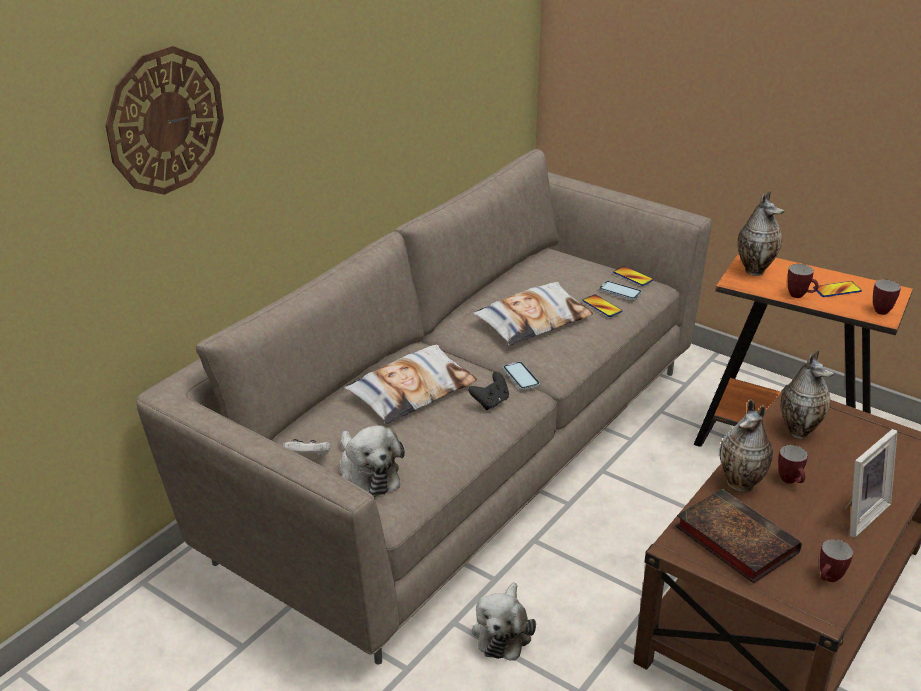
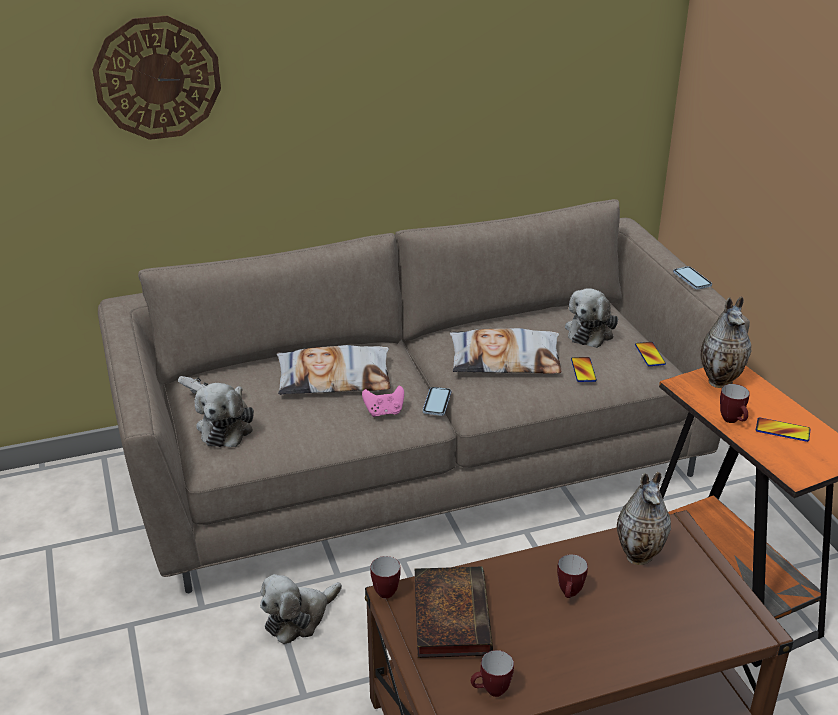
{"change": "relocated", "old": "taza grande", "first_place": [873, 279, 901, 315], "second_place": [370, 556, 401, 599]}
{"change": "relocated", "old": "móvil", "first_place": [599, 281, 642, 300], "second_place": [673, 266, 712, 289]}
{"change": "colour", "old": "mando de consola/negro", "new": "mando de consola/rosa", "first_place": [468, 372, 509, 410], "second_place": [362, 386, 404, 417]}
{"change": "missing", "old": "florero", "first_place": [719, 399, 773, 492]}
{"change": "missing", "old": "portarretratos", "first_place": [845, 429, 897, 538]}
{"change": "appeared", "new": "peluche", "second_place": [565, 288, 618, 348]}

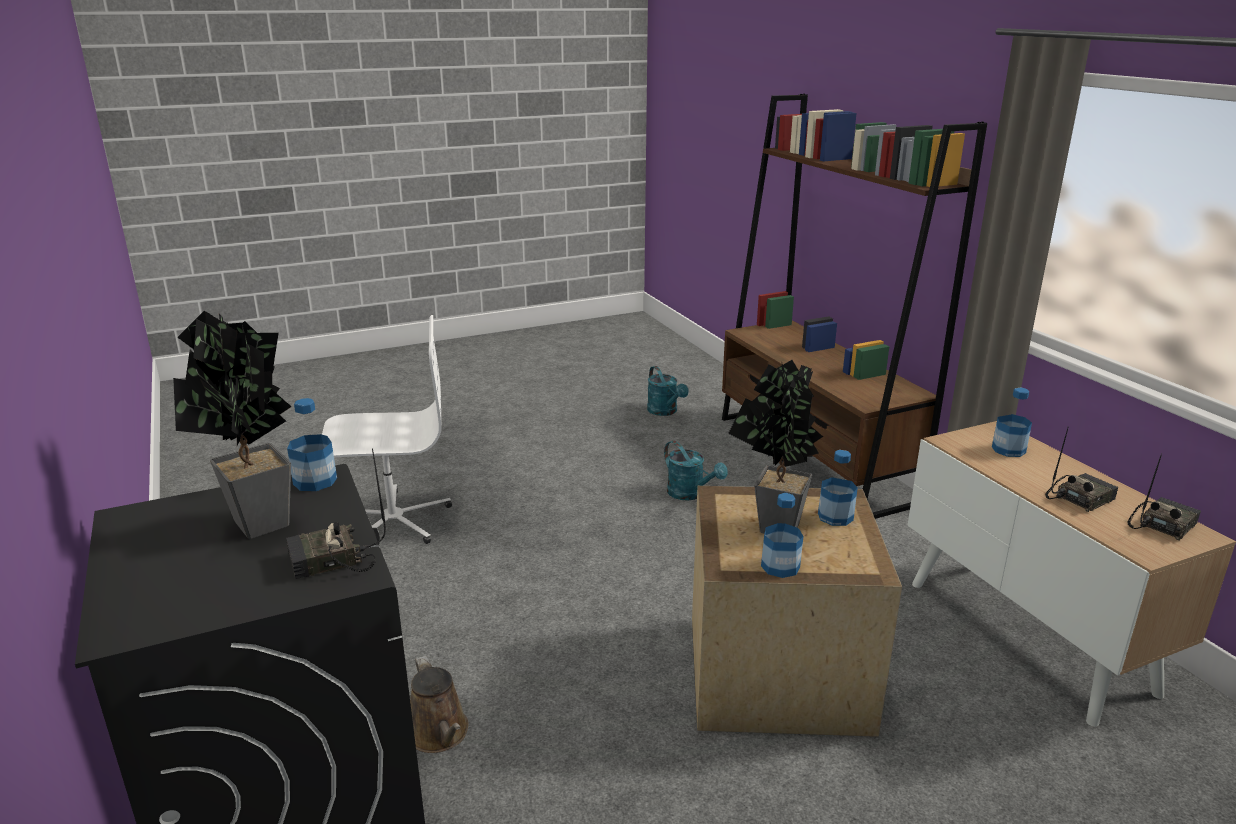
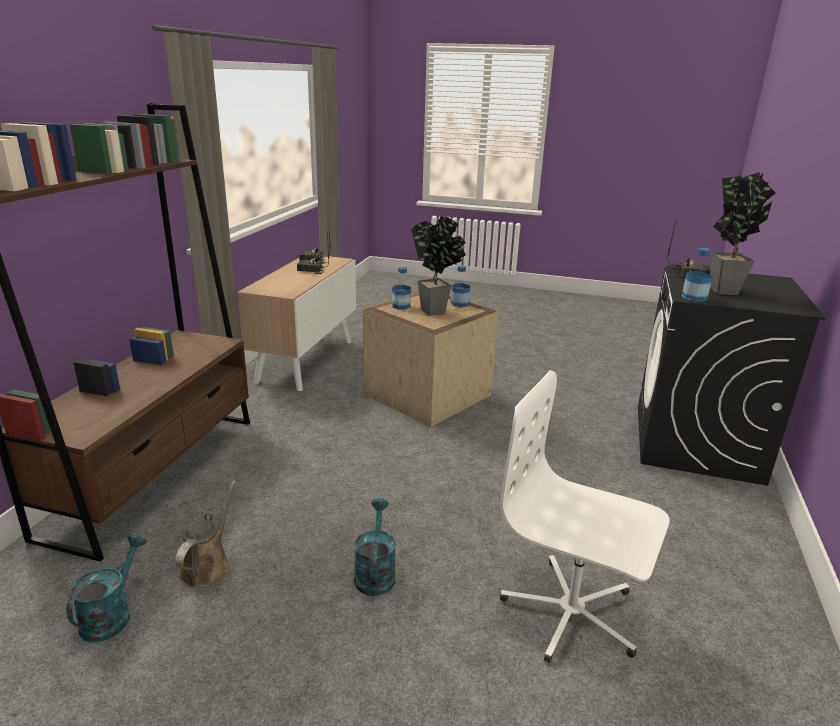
{"change": "missing", "old": "botella", "first_place": [992, 388, 1032, 457]}
{"change": "relocated", "old": "regadera/turquesa", "first_place": [664, 441, 728, 501], "second_place": [354, 498, 396, 596]}
{"change": "relocated", "old": "regadera/marrón", "first_place": [410, 655, 469, 753], "second_place": [175, 480, 236, 588]}

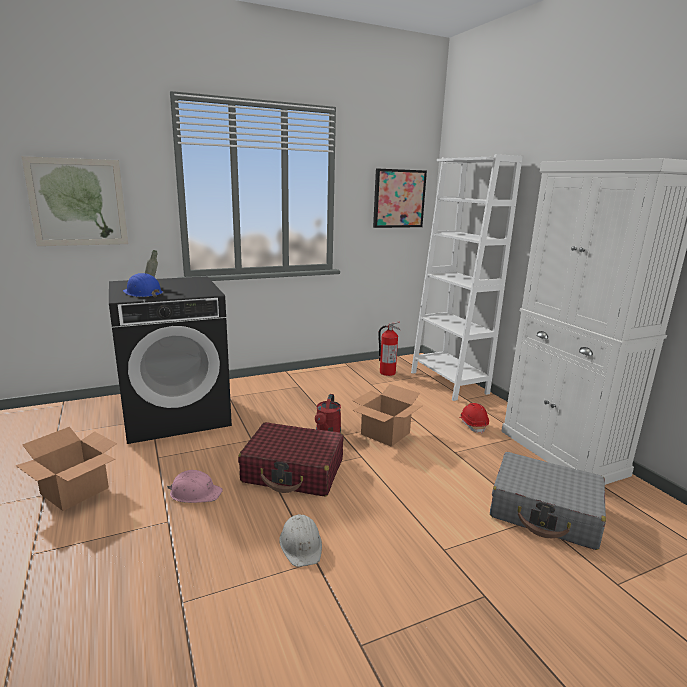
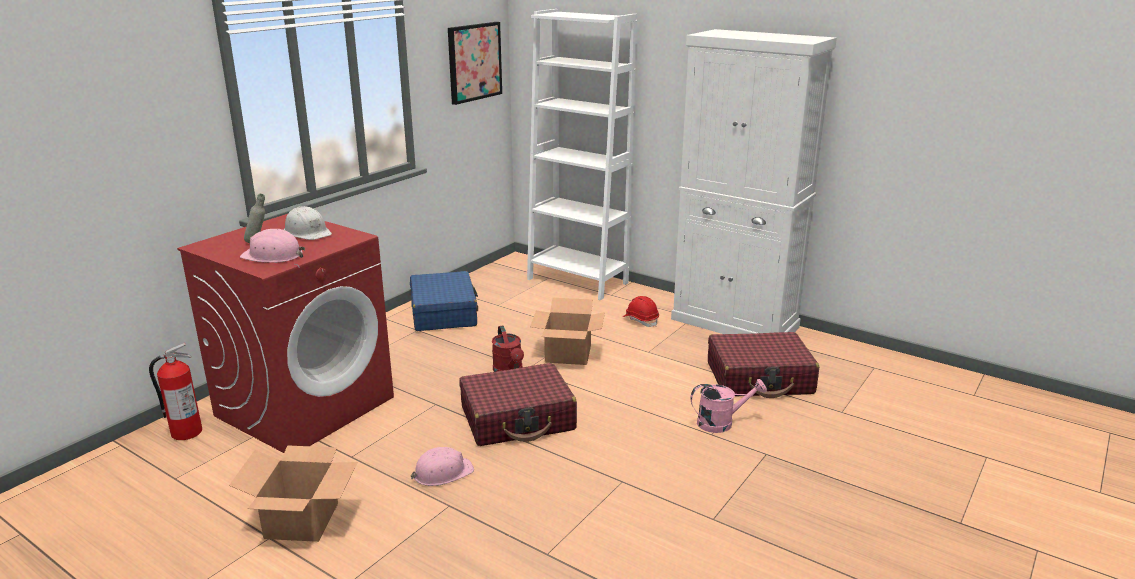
{"change": "missing", "old": "cuadro", "first_place": [22, 156, 128, 246]}
{"change": "colour", "old": "casco/azul", "new": "casco/rosa", "first_place": [123, 273, 163, 297], "second_place": [240, 229, 305, 263]}
{"change": "colour", "old": "lavadora/negro", "new": "lavadora/rojo", "first_place": [109, 276, 232, 444], "second_place": [177, 214, 394, 453]}
{"change": "relocated", "old": "extintor", "first_place": [378, 321, 401, 376], "second_place": [149, 343, 202, 440]}
{"change": "colour", "old": "maleta/gris", "new": "maleta/rojo", "first_place": [490, 452, 606, 550], "second_place": [708, 332, 819, 398]}
{"change": "relocated", "old": "casco/blanco", "first_place": [279, 514, 322, 567], "second_place": [284, 206, 332, 240]}
{"change": "appeared", "new": "maleta/azul", "second_place": [410, 271, 478, 331]}
{"change": "appeared", "new": "regadera/rosa", "second_place": [690, 379, 767, 433]}

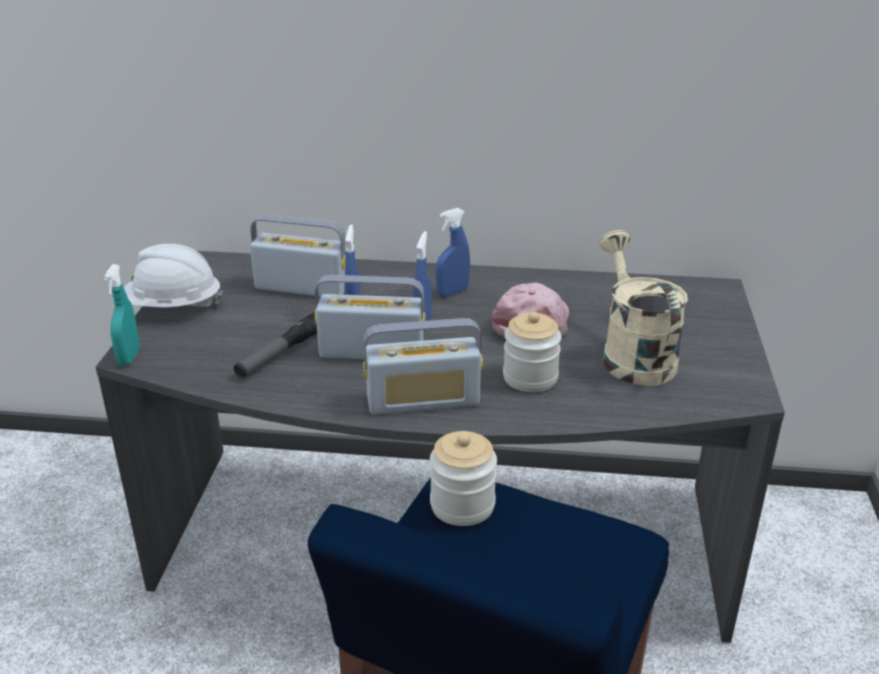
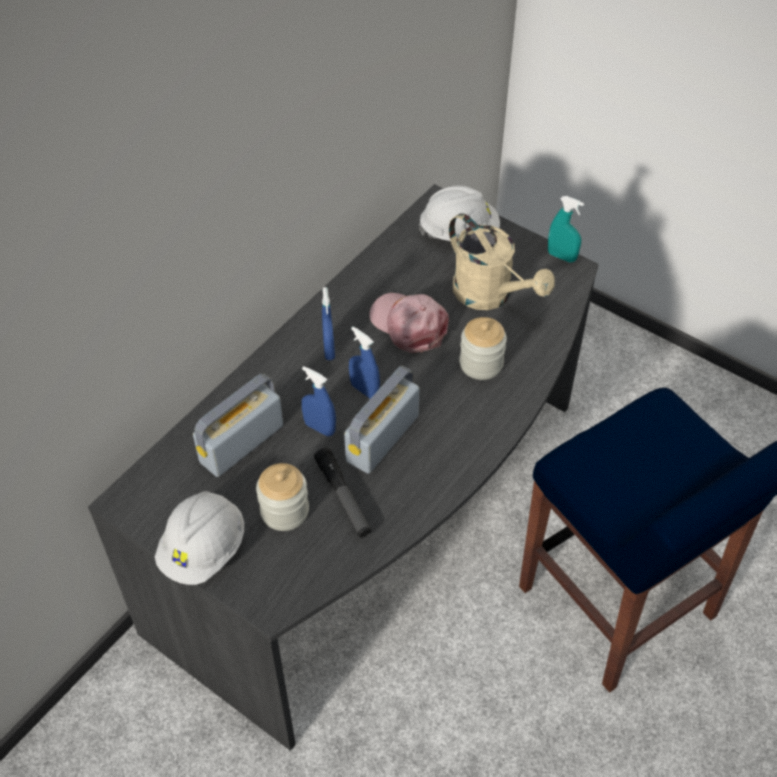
{"change": "spun", "old": "regadera/beis", "first_place": [599, 230, 688, 386], "second_place": [449, 213, 555, 310], "degrees": -150}
{"change": "relocated", "old": "pulverizador/turquesa", "first_place": [104, 264, 140, 366], "second_place": [548, 196, 584, 263]}
{"change": "missing", "old": "radio", "first_place": [363, 318, 483, 414]}
{"change": "relocated", "old": "tarro", "first_place": [430, 431, 497, 526], "second_place": [256, 463, 309, 531]}
{"change": "appeared", "new": "casco/blanco", "second_place": [419, 185, 500, 241]}

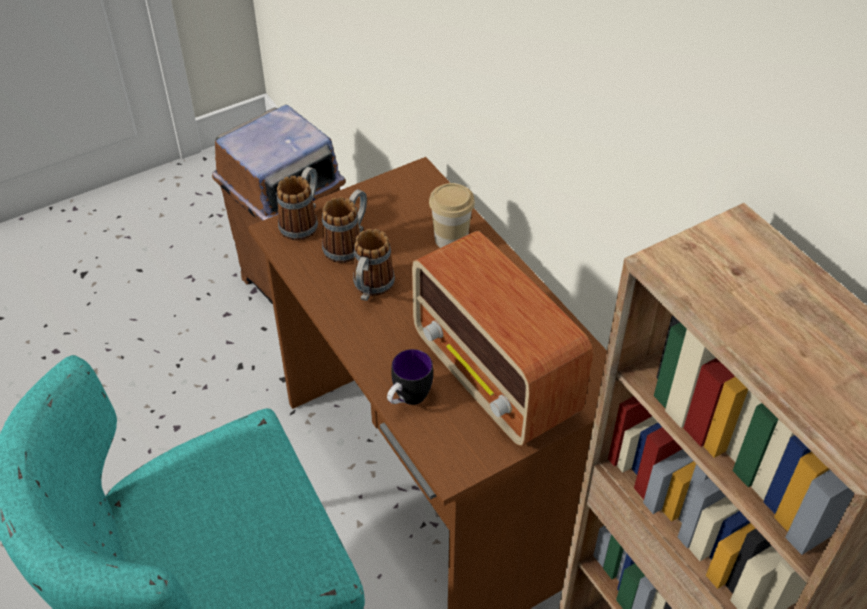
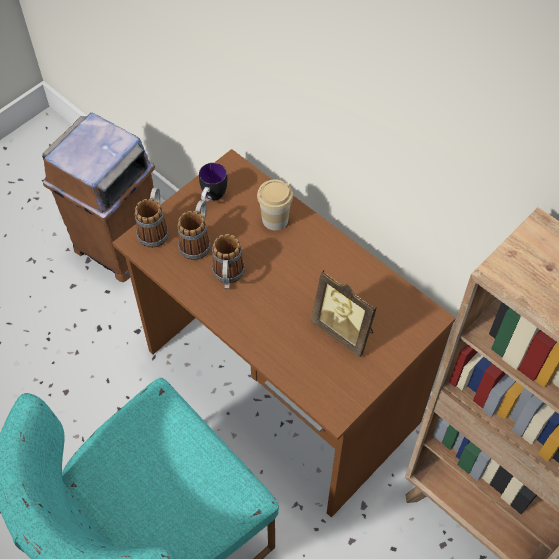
{"change": "exchanged", "old": "radio", "new": "portarretratos", "first_place": [412, 231, 593, 446], "second_place": [311, 270, 377, 357]}
{"change": "relocated", "old": "taza grande", "first_place": [387, 349, 433, 405], "second_place": [199, 163, 228, 202]}

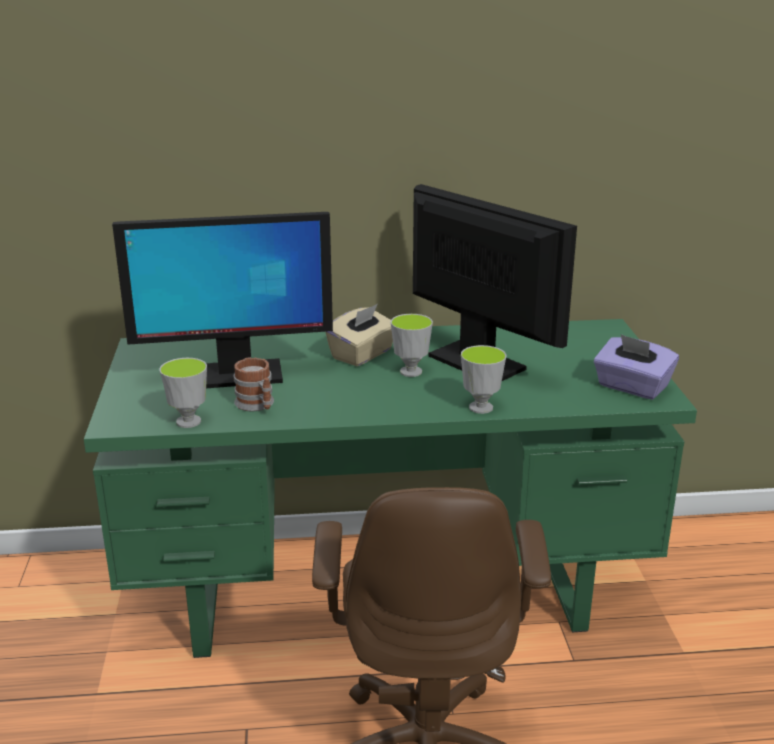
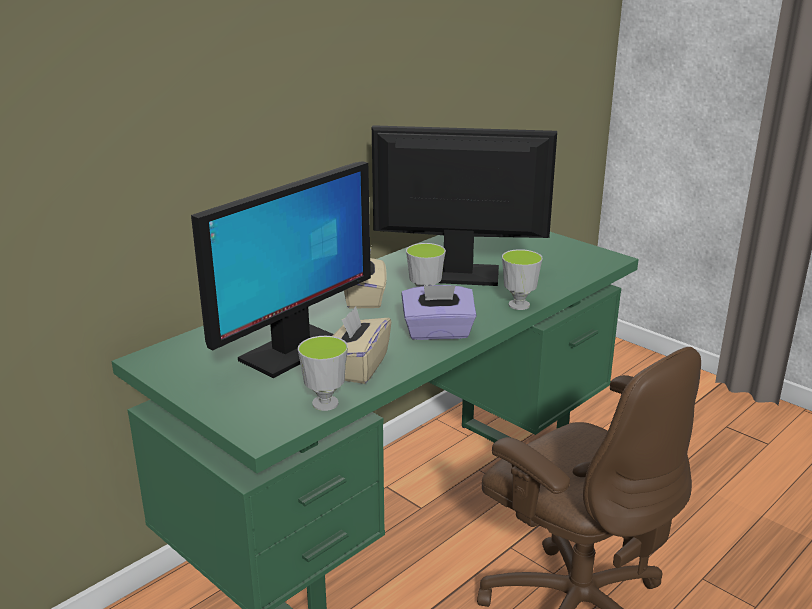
{"change": "relocated", "old": "caja de pañuelos/morado", "first_place": [594, 334, 679, 400], "second_place": [401, 285, 477, 340]}
{"change": "exchanged", "old": "taza grande", "new": "caja de pañuelos/beis", "first_place": [234, 357, 274, 411], "second_place": [333, 306, 391, 384]}

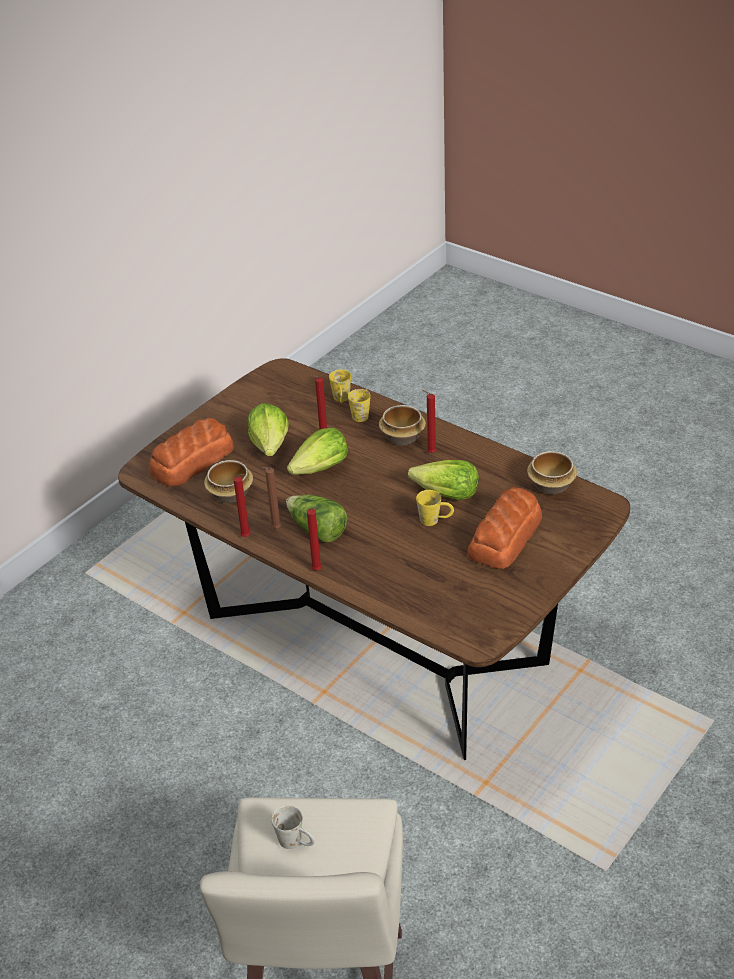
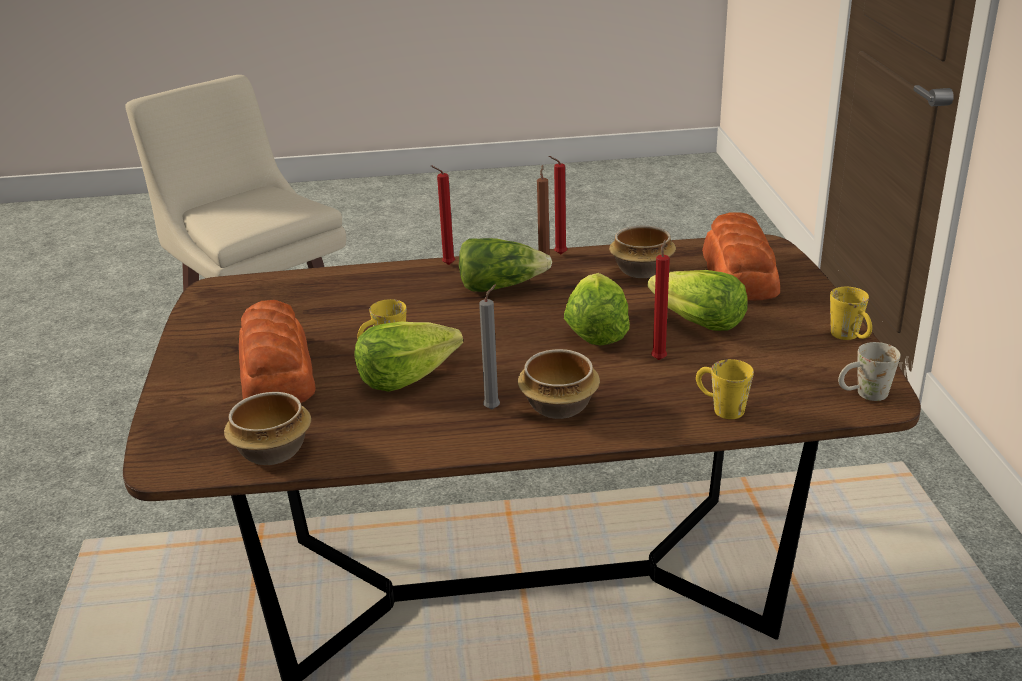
{"change": "relocated", "old": "taza grande/amarillo", "first_place": [348, 389, 371, 422], "second_place": [830, 287, 872, 340]}
{"change": "colour", "old": "vela/rojo", "new": "vela/gris", "first_place": [422, 390, 437, 453], "second_place": [479, 284, 500, 409]}
{"change": "relocated", "old": "taza grande/blanco", "first_place": [272, 805, 315, 849], "second_place": [838, 342, 900, 401]}

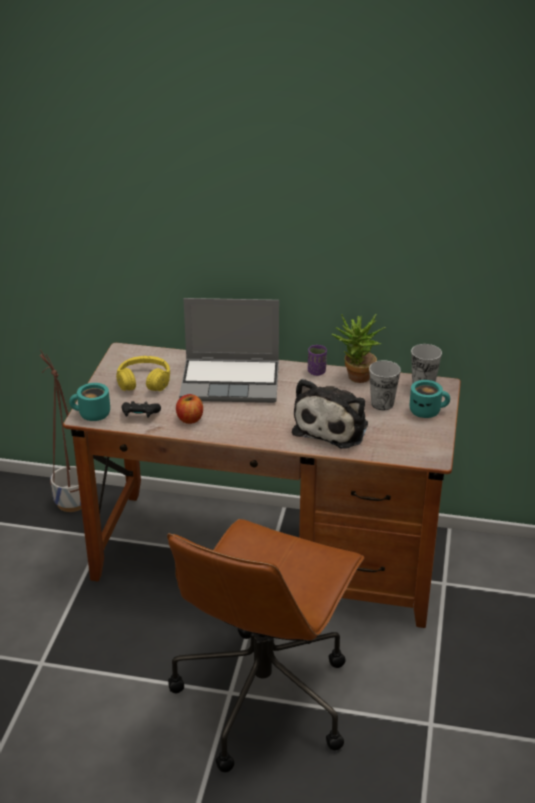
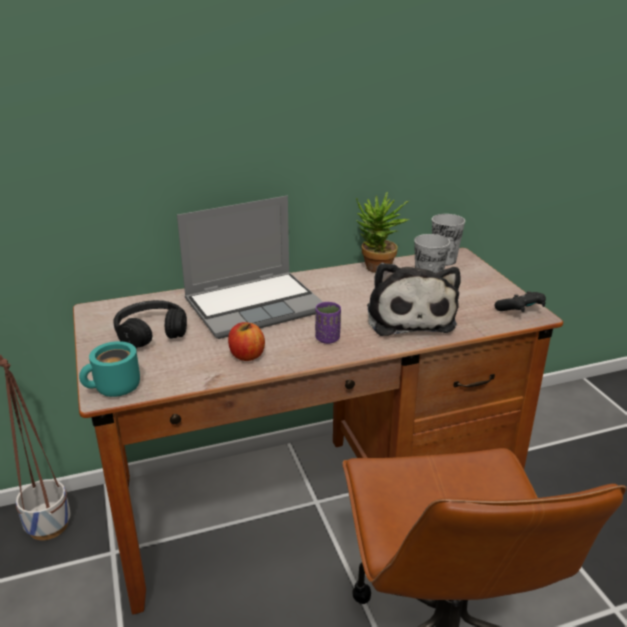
{"change": "relocated", "old": "taza/morado", "first_place": [308, 345, 327, 376], "second_place": [315, 302, 341, 344]}
{"change": "colour", "old": "auriculares/amarillo", "new": "auriculares/negro", "first_place": [116, 356, 170, 391], "second_place": [113, 300, 187, 348]}
{"change": "missing", "old": "taza grande/turquesa", "first_place": [410, 380, 450, 418]}
{"change": "relocated", "old": "mando de consola/negro", "first_place": [121, 401, 161, 418], "second_place": [495, 291, 546, 312]}

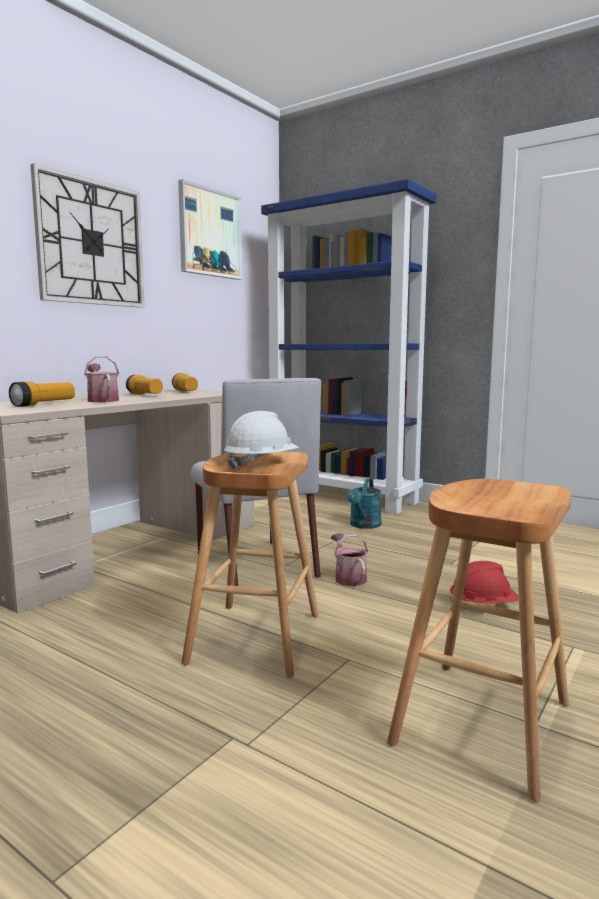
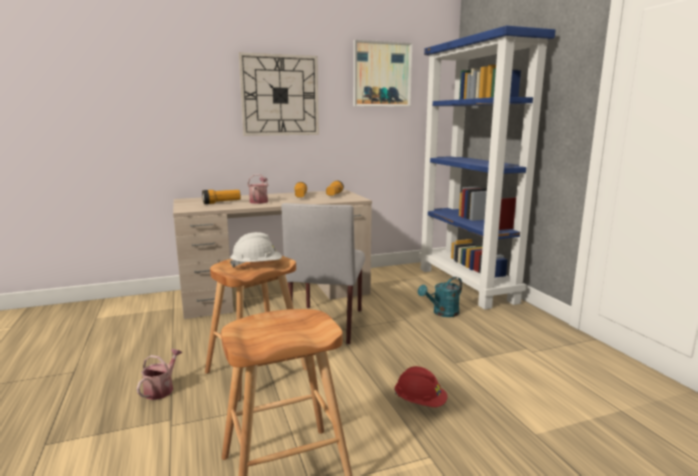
{"change": "relocated", "old": "regadera", "first_place": [331, 533, 368, 586], "second_place": [137, 349, 182, 400]}

